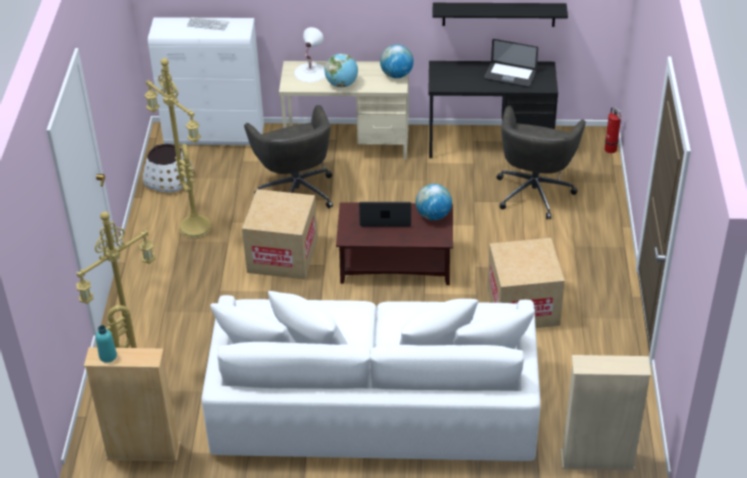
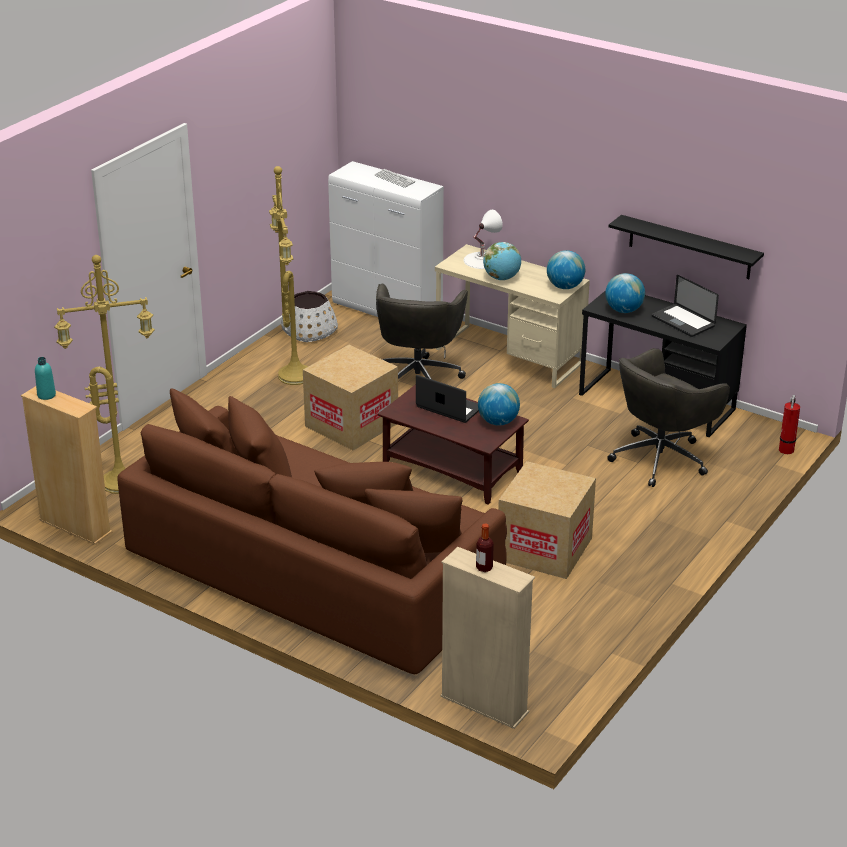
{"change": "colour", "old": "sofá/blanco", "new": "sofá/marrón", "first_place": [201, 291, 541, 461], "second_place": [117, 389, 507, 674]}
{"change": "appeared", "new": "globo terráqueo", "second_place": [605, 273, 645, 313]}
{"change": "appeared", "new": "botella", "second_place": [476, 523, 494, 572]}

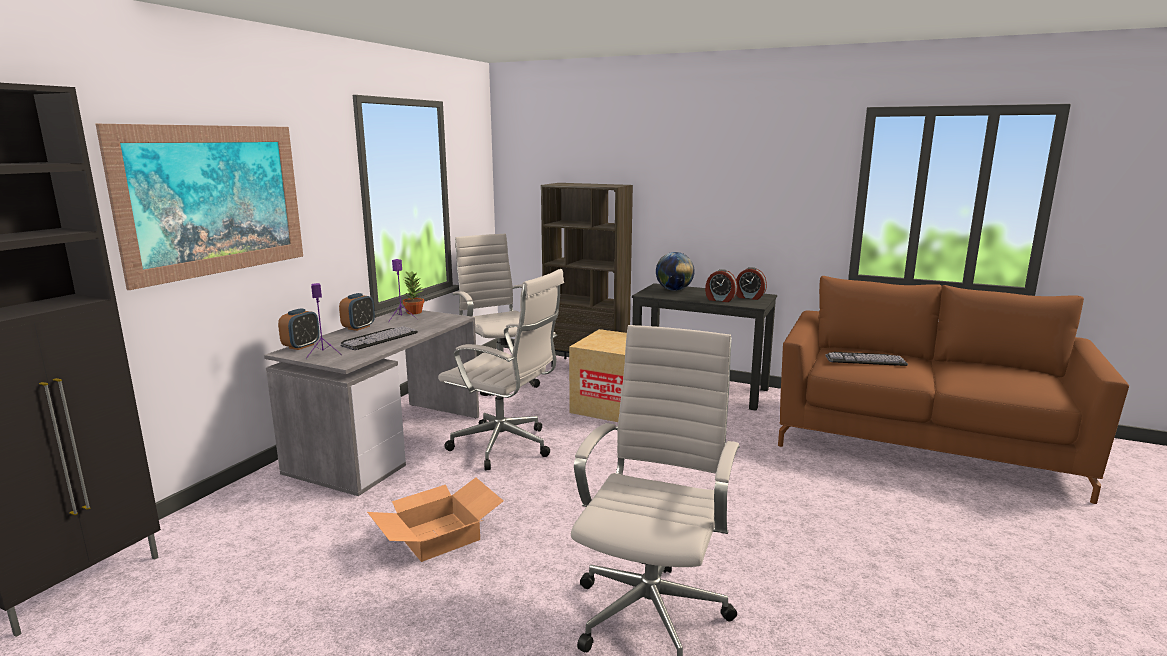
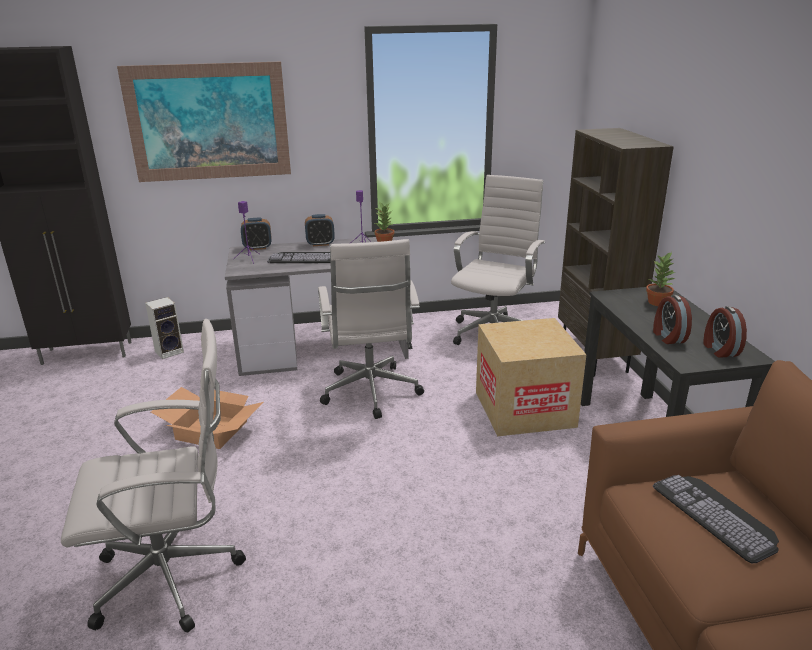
{"change": "exchanged", "old": "globo terráqueo", "new": "planta en maceta", "first_place": [656, 252, 695, 291], "second_place": [646, 252, 676, 306]}
{"change": "appeared", "new": "altavoz", "second_place": [145, 297, 184, 359]}

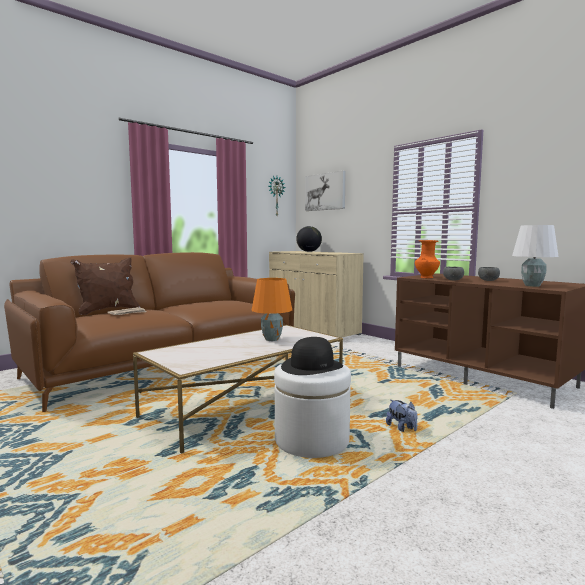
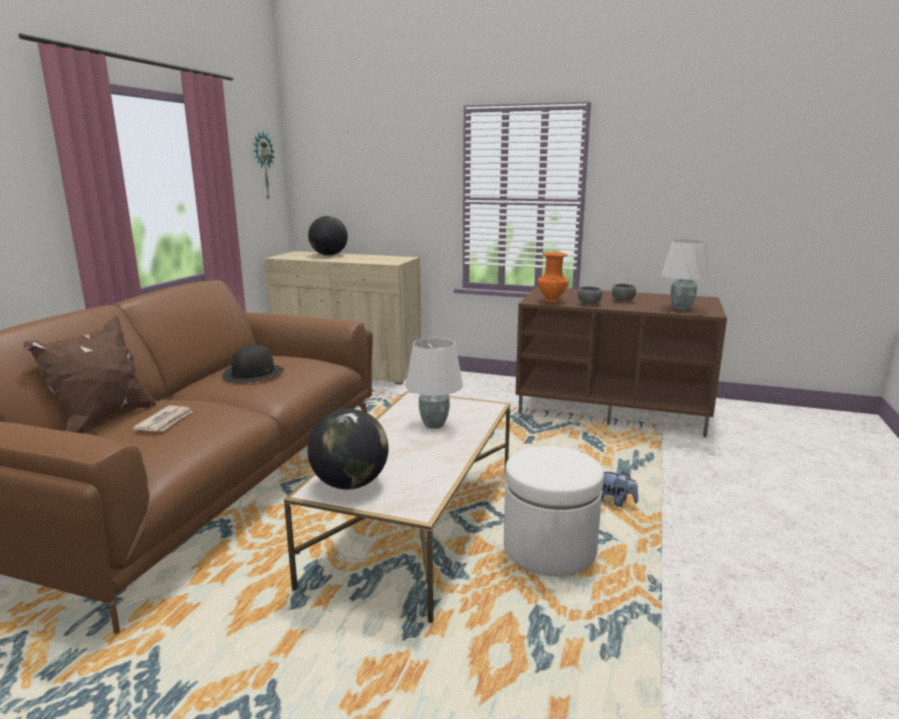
{"change": "missing", "old": "cuadro", "first_place": [305, 171, 346, 211]}
{"change": "colour", "old": "lámpara de mesa/naranja", "new": "lámpara de mesa/blanco", "first_place": [252, 278, 292, 341], "second_place": [405, 338, 463, 429]}
{"change": "relocated", "old": "sombrero/negro", "first_place": [281, 337, 343, 375], "second_place": [222, 344, 284, 384]}
{"change": "appeared", "new": "globo terráqueo", "second_place": [307, 409, 388, 490]}

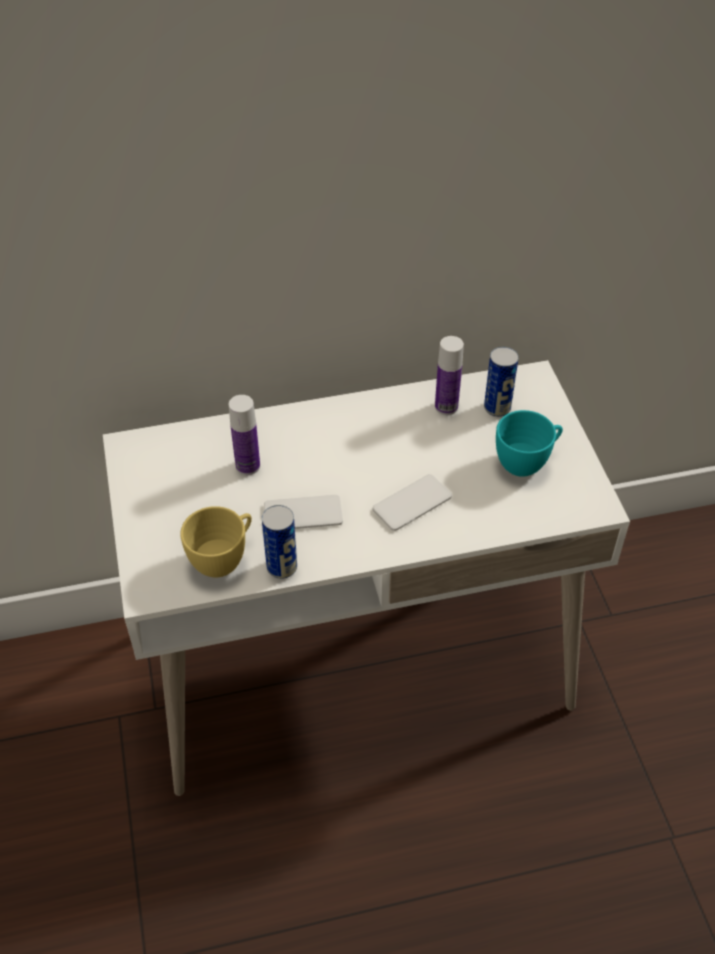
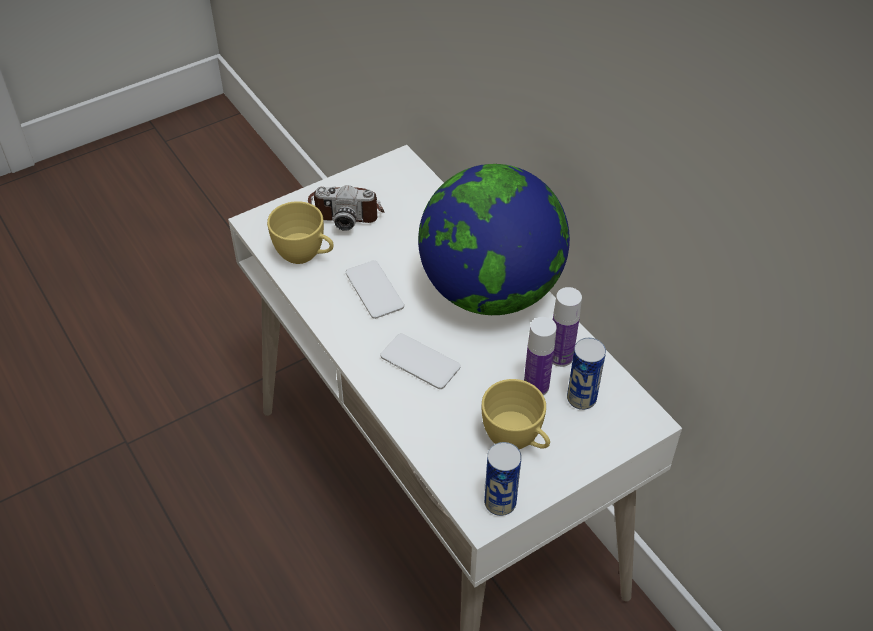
{"change": "relocated", "old": "botella", "first_place": [229, 395, 260, 475], "second_place": [524, 317, 557, 395]}
{"change": "colour", "old": "taza/turquesa", "new": "taza/amarillo", "first_place": [496, 410, 563, 477], "second_place": [482, 379, 550, 449]}
{"change": "relocated", "old": "lata", "first_place": [262, 505, 297, 579], "second_place": [484, 442, 522, 516]}
{"change": "appeared", "new": "globo terráqueo", "second_place": [418, 164, 570, 315]}
{"change": "appeared", "new": "cámara", "second_place": [308, 185, 385, 231]}

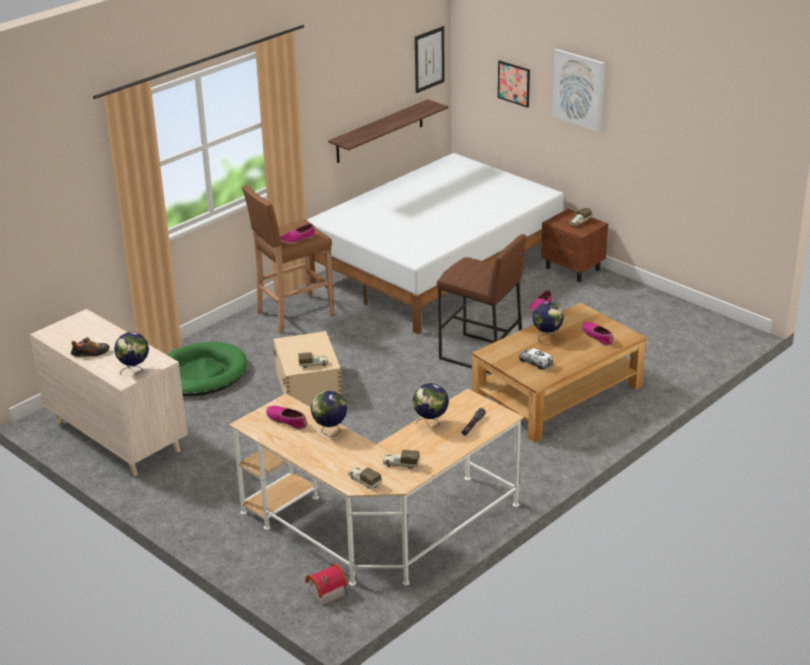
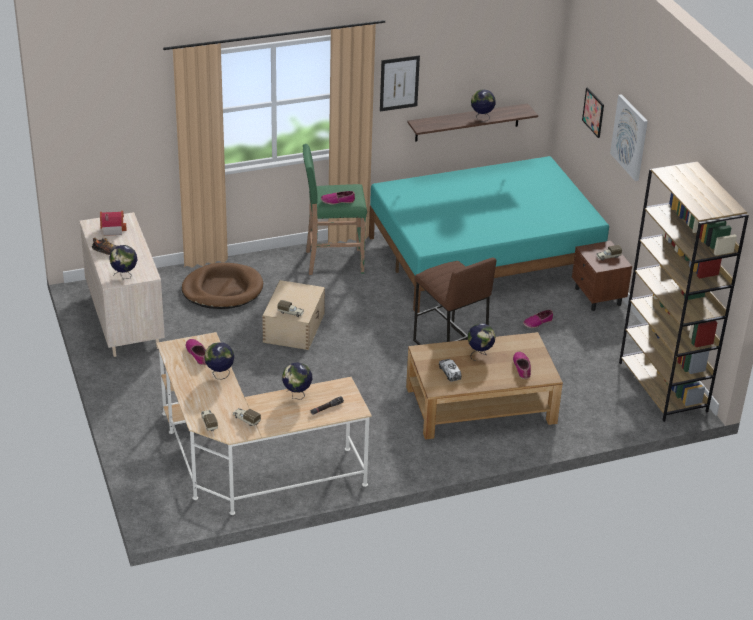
{"change": "relocated", "old": "cuadro", "first_place": [415, 26, 445, 93], "second_place": [380, 55, 420, 111]}
{"change": "colour", "old": "cama/blanco", "new": "cama/turquesa", "first_place": [307, 153, 564, 334], "second_place": [369, 156, 609, 313]}
{"change": "colour", "old": "taburete/marrón", "new": "taburete/verde", "first_place": [242, 185, 335, 333], "second_place": [303, 144, 367, 275]}
{"change": "colour", "old": "cama para perro/verde", "new": "cama para perro/marrón", "first_place": [167, 342, 247, 396], "second_place": [182, 263, 263, 309]}
{"change": "relocated", "old": "casita", "first_place": [305, 563, 348, 606], "second_place": [100, 211, 127, 236]}
{"change": "appeared", "new": "globo terráqueo", "second_place": [471, 89, 496, 122]}
{"change": "appeared", "new": "estantería/marrón", "second_place": [619, 162, 749, 422]}

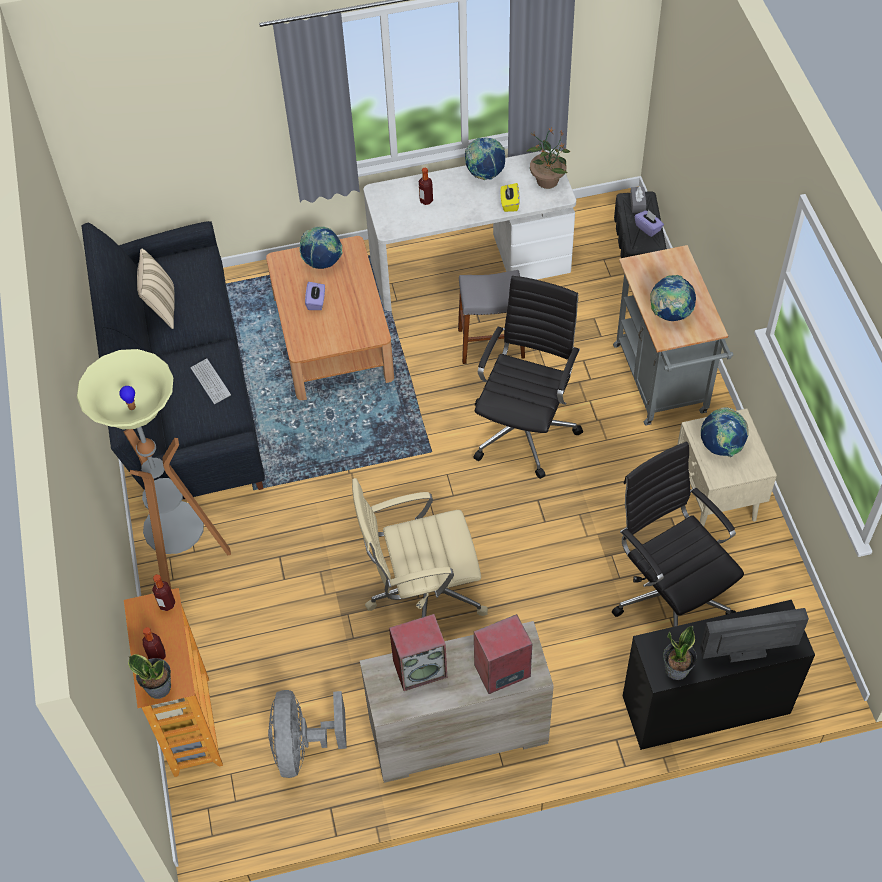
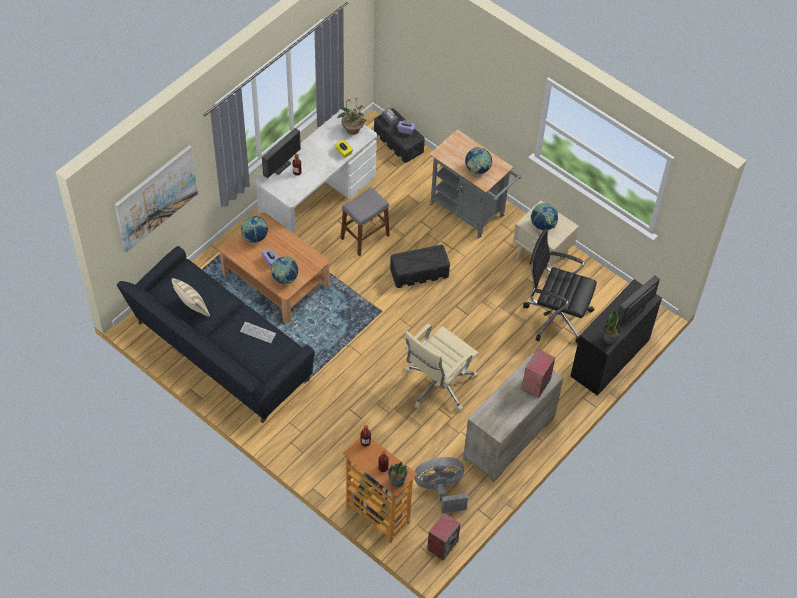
{"change": "relocated", "old": "globo terráqueo", "first_place": [465, 138, 505, 180], "second_place": [271, 256, 298, 284]}
{"change": "exchanged", "old": "silla de oficina/negro", "new": "caja de almacenaje/negro", "first_place": [473, 276, 583, 479], "second_place": [390, 245, 450, 288]}
{"change": "missing", "old": "lámpara de pie", "first_place": [77, 349, 231, 588]}
{"change": "relocated", "old": "altavoz", "first_place": [389, 614, 447, 691], "second_place": [427, 513, 461, 561]}
{"change": "spun", "old": "ventilador/gris", "first_place": [268, 690, 347, 778], "second_place": [414, 457, 468, 513], "degrees": 120}
{"change": "appeared", "new": "monitor", "second_place": [262, 128, 301, 178]}
{"change": "appeared", "new": "cuadro", "second_place": [114, 145, 198, 252]}

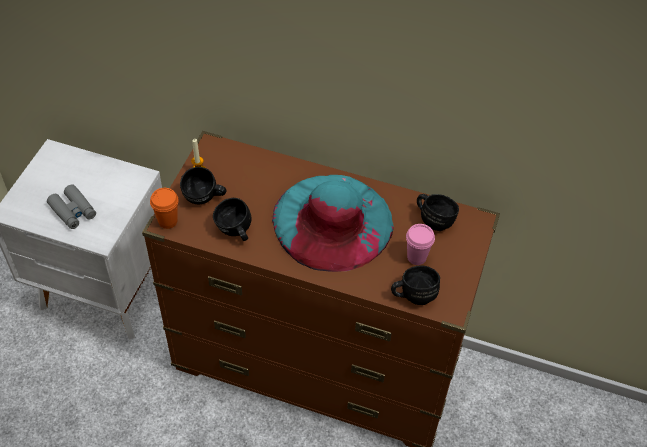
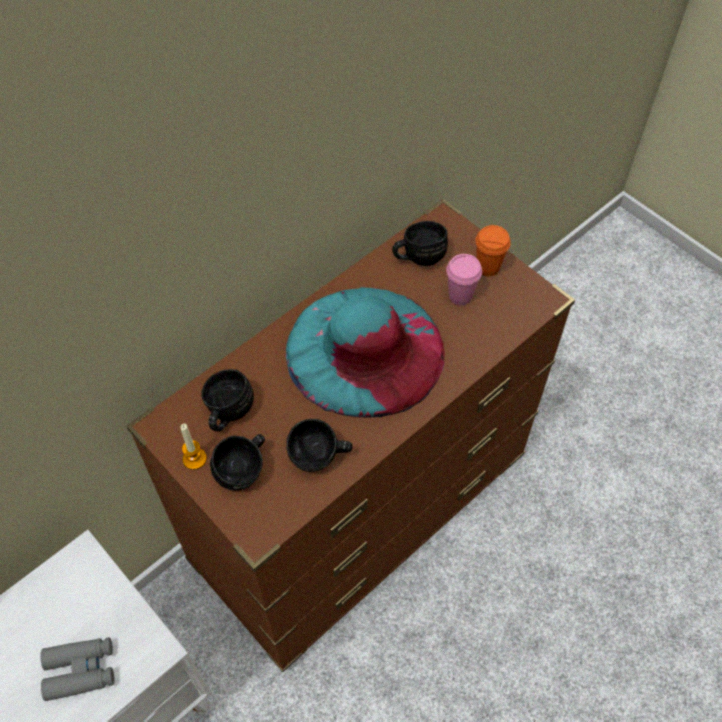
{"change": "relocated", "old": "taza/naranja", "first_place": [150, 188, 179, 229], "second_place": [475, 225, 511, 276]}
{"change": "relocated", "old": "taza grande/negro", "first_place": [391, 266, 440, 305], "second_place": [201, 369, 254, 431]}

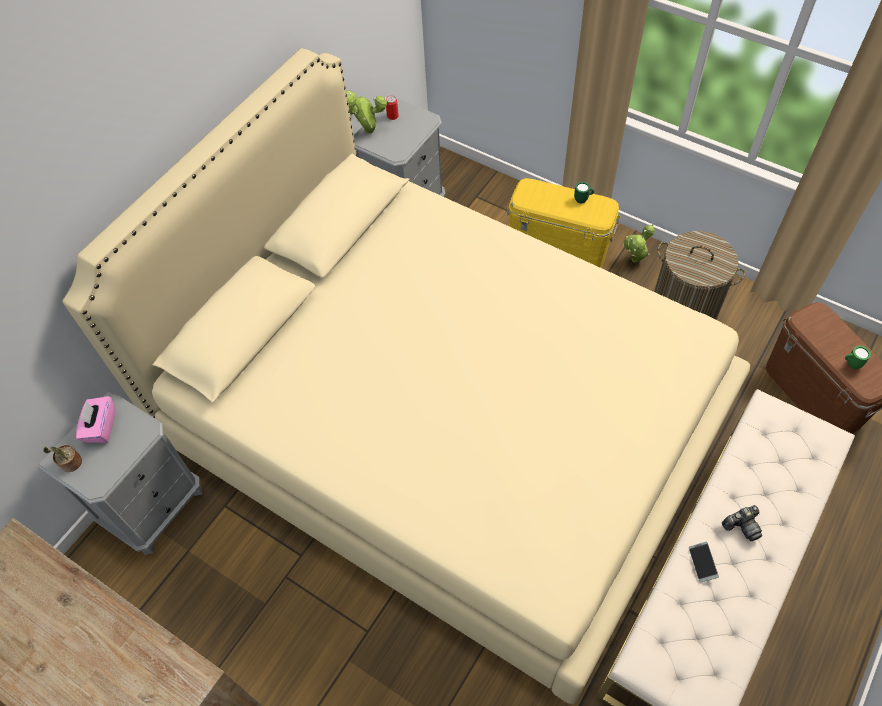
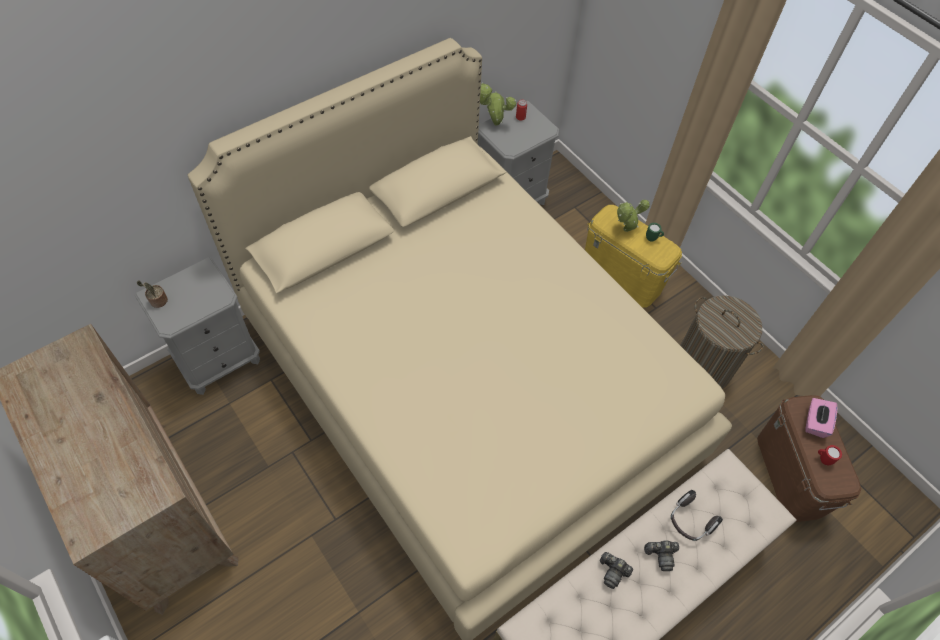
{"change": "relocated", "old": "planta en maceta", "first_place": [623, 224, 655, 262], "second_place": [617, 200, 650, 232]}
{"change": "colour", "old": "taza grande/verde", "new": "taza grande/rojo", "first_place": [845, 346, 871, 369], "second_place": [818, 445, 842, 465]}
{"change": "relocated", "old": "caja de pañuelos/rosa", "first_place": [76, 396, 116, 443], "second_place": [805, 398, 838, 438]}
{"change": "exchanged", "old": "móvil", "new": "cámara", "first_place": [689, 542, 719, 583], "second_place": [600, 552, 633, 589]}
{"change": "appeared", "new": "auriculares", "second_place": [671, 490, 723, 541]}

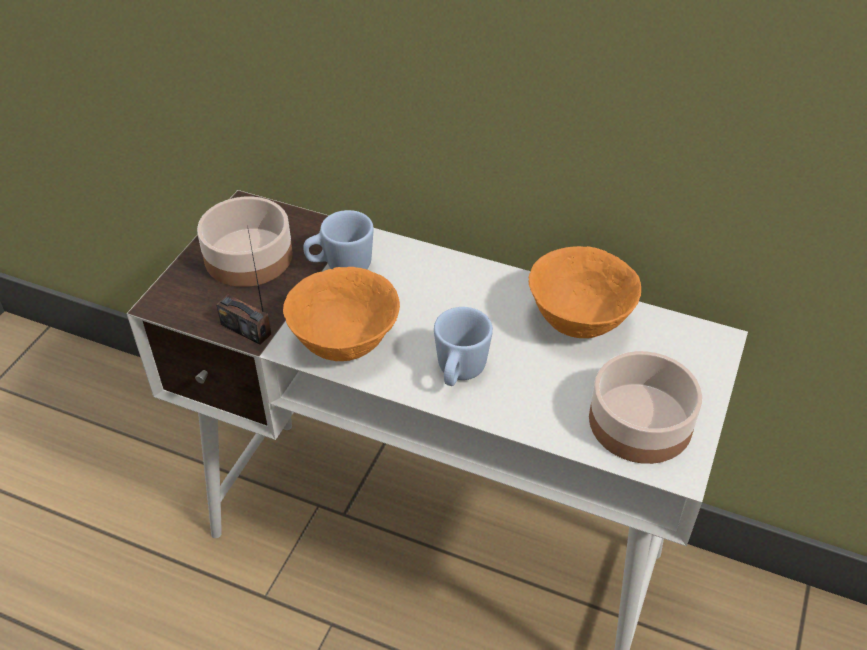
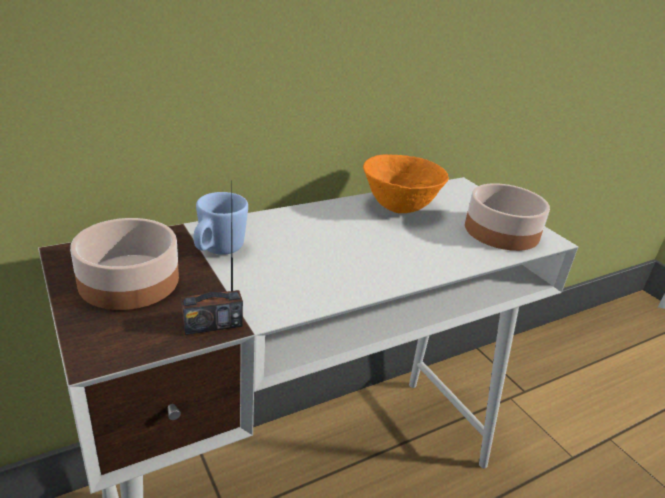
{"change": "missing", "old": "cuenco/naranja", "first_place": [283, 267, 400, 361]}
{"change": "missing", "old": "taza grande/azul", "first_place": [434, 307, 493, 386]}

